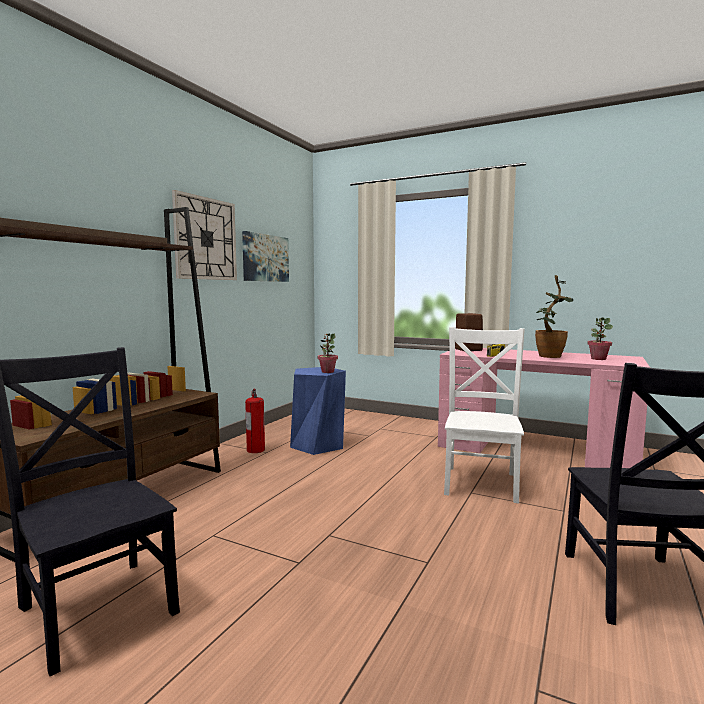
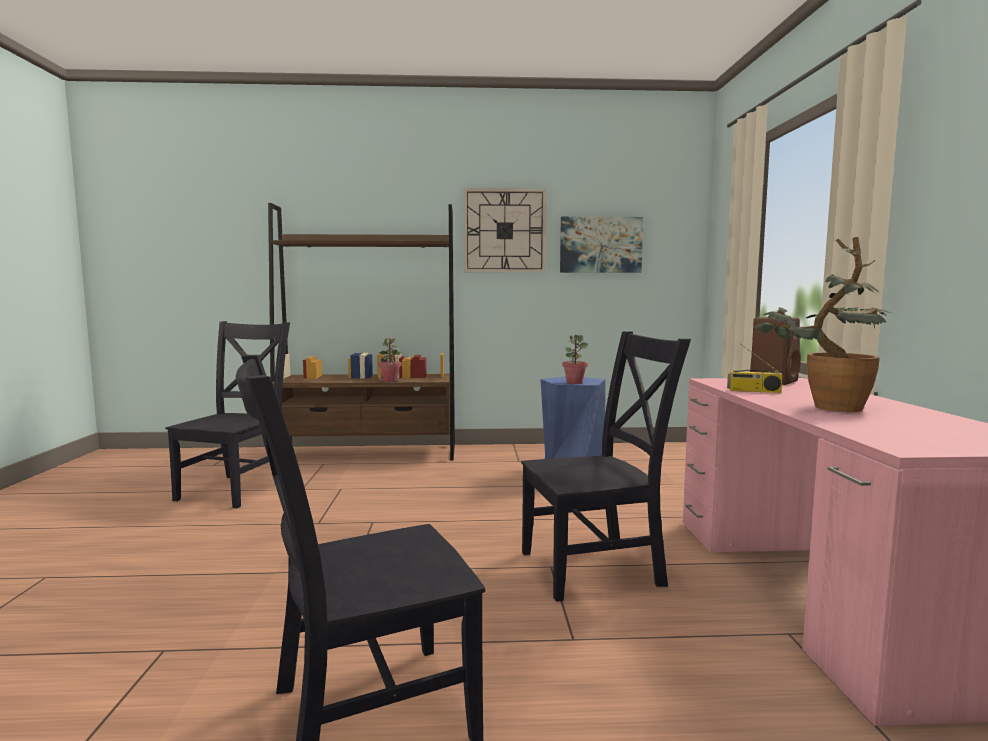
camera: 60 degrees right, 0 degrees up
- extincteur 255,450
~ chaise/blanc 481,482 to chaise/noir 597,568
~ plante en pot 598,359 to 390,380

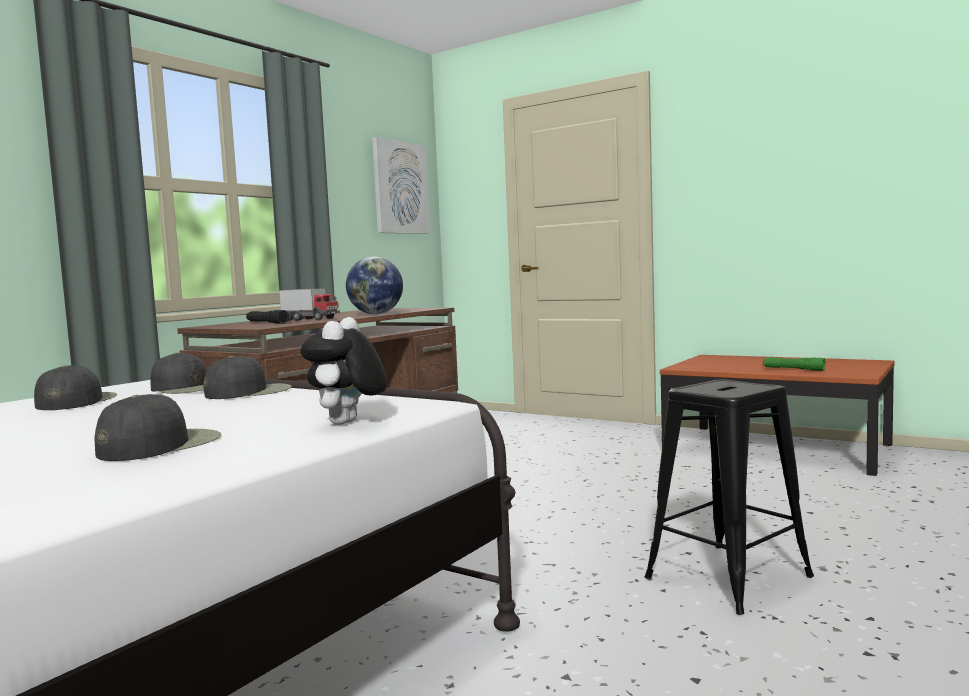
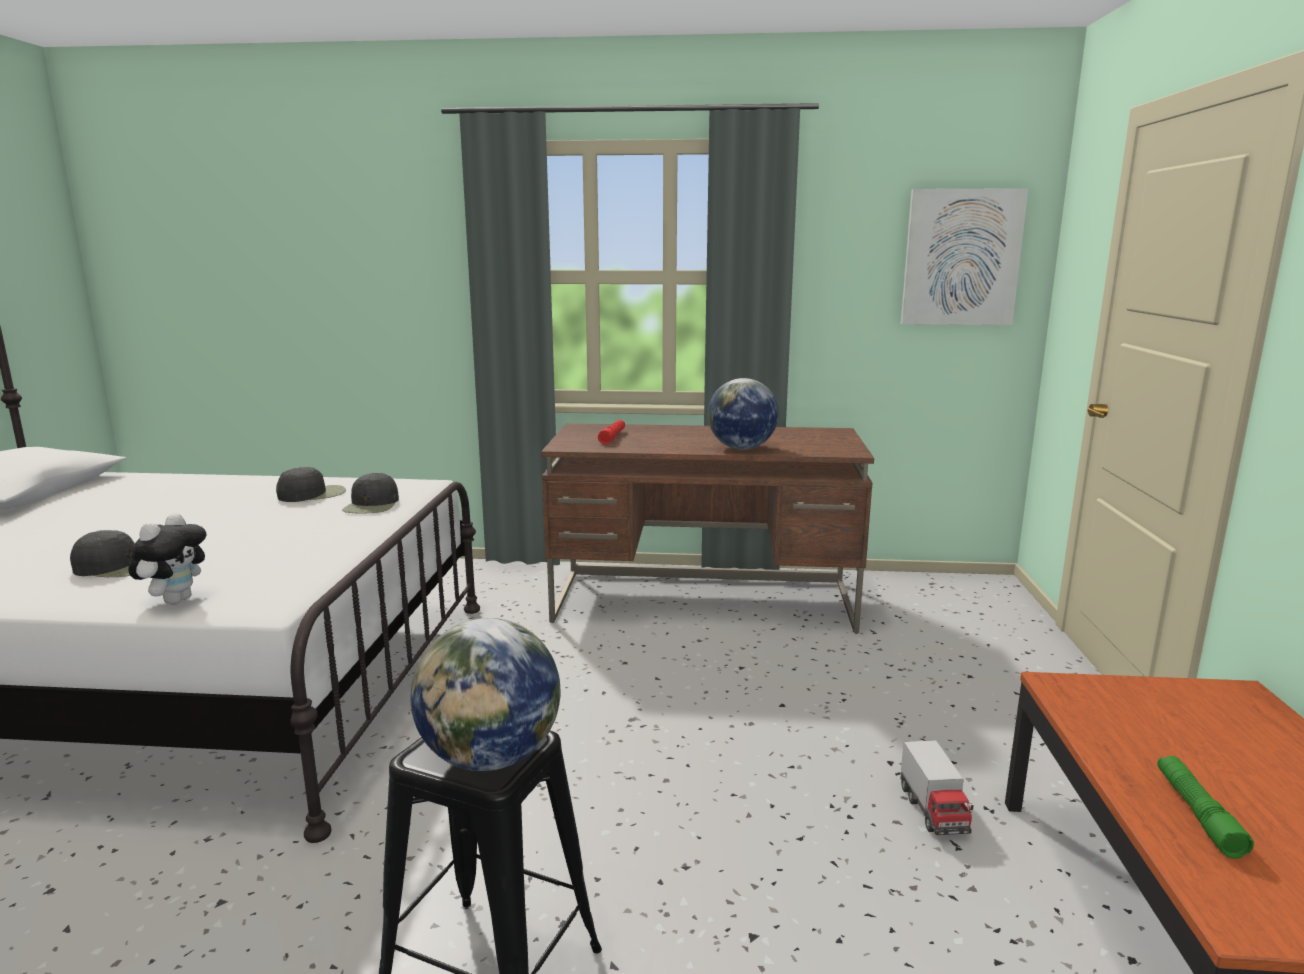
camera: 60 degrees right, 10 degrees up
- casquette/noir 249,392
~ lampe de poche/noir 267,323 to lampe de poche/rouge 612,437
~ camion jouet 310,319 to 933,811
~ peluche 347,424 = 176,600 120 degrees clockwise
+ globe 491,757

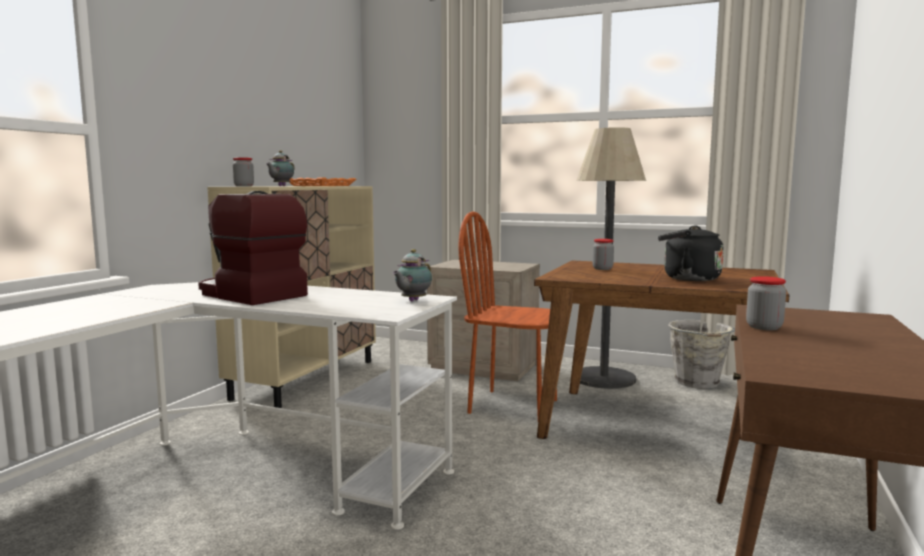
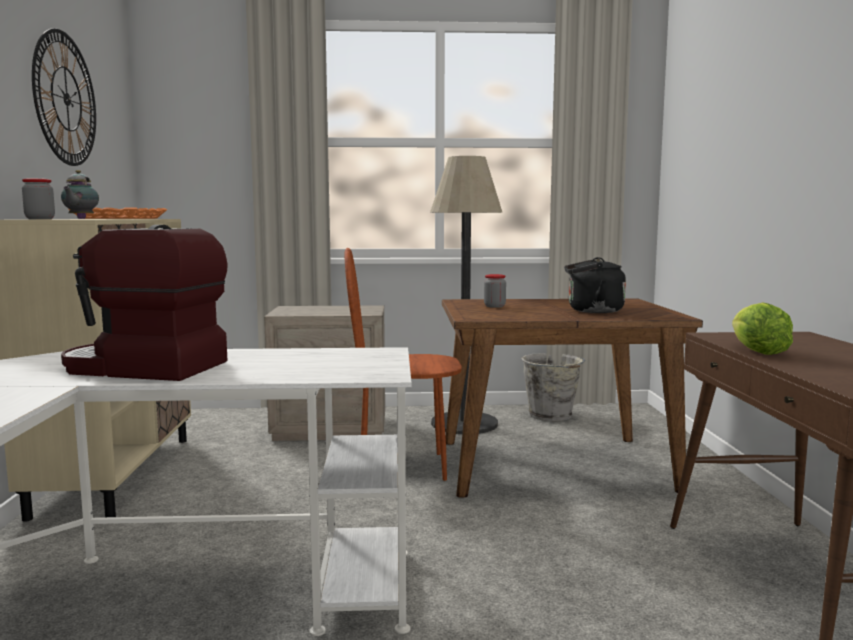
camera: 25 degrees left, 0 degrees up
- théière 412,301
~ bocal 764,327 to laitue 756,351
+ horloge murale 66,99

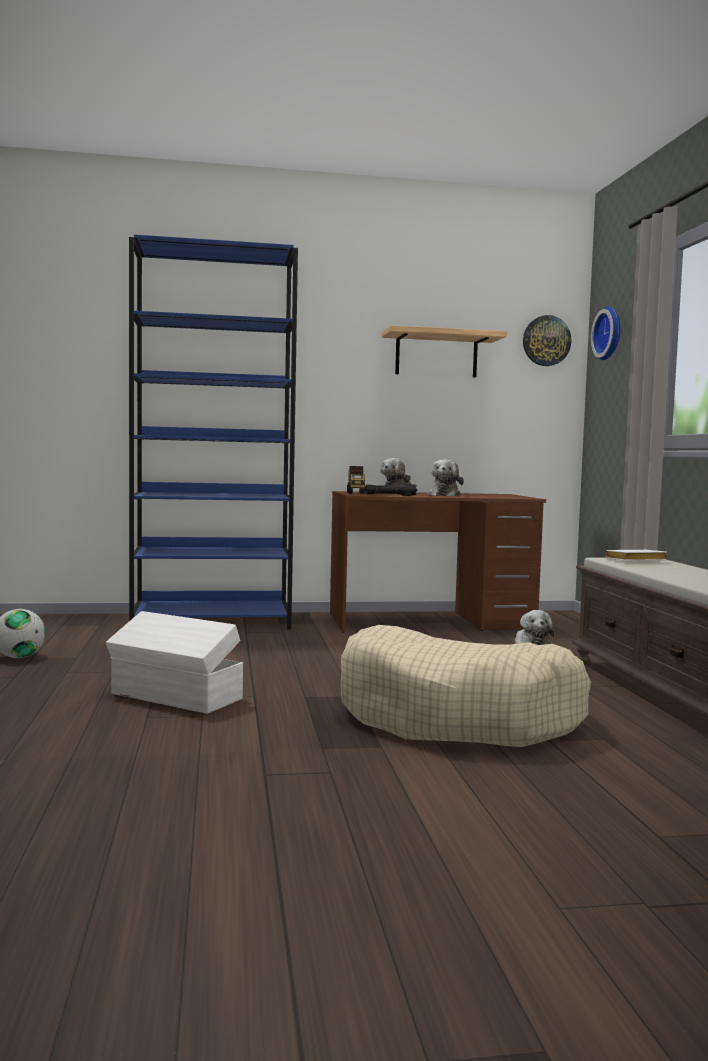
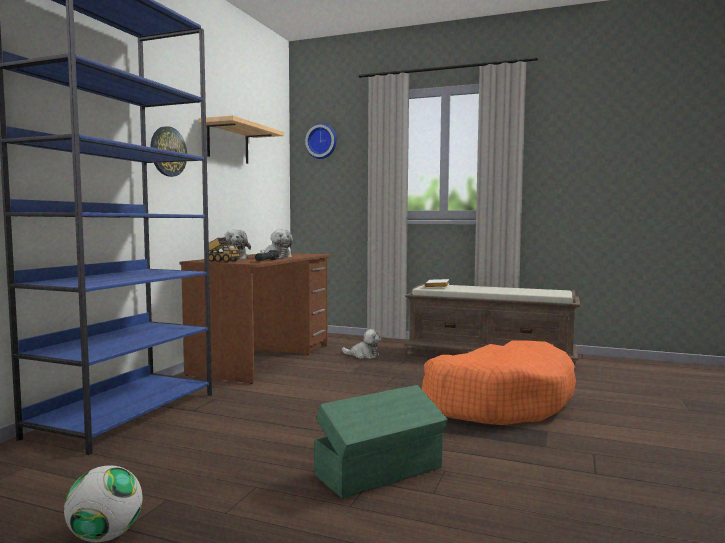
camera: 60 degrees left, 0 degrees up
~ boîte de rangement/blanc 176,697 to boîte de rangement/vert 381,472
~ panier pour chien/beige 457,717 to panier pour chien/orange 497,402
~ horloge murale 546,341 to 168,151

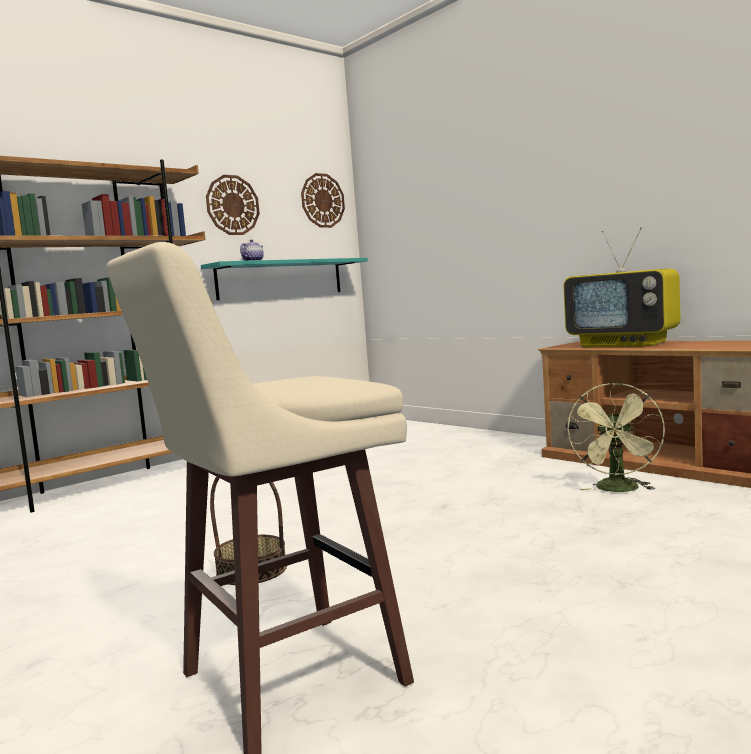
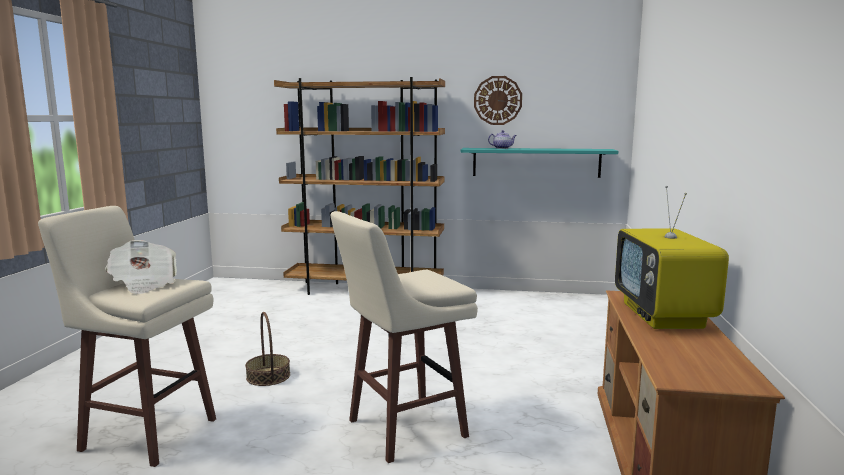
camera: 50 degrees right, 5 degrees up
- horloge murale 322,200
- ventilateur/vert 619,490
+ journal 144,284
+ tabouret/beige 403,429

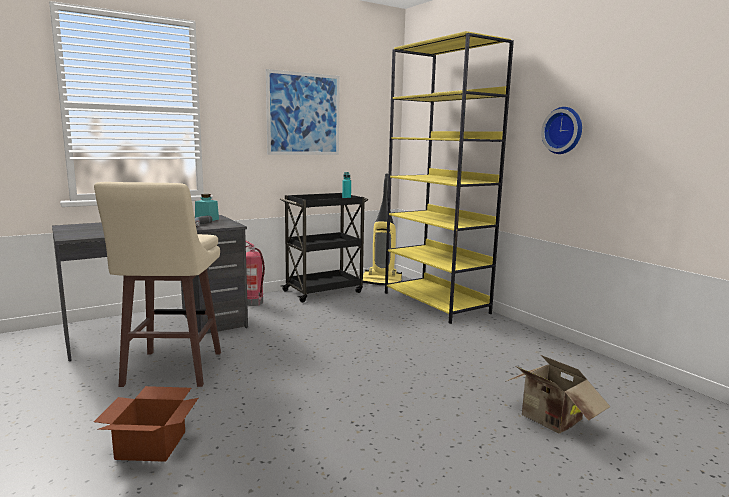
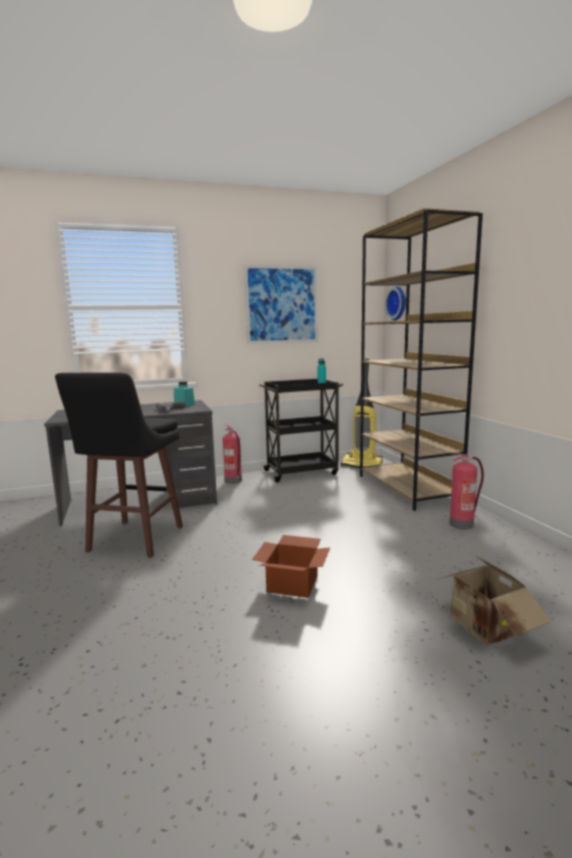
camera: 15 degrees right, 0 degrees up
~ tabouret/beige 171,370 to tabouret/noir 134,540
~ carton 153,444 to 294,583
~ bibliothèque/jaune 436,303 to bibliothèque/marron 408,488
~ horloge murale 564,130 to 398,303
+ extincteur 462,524

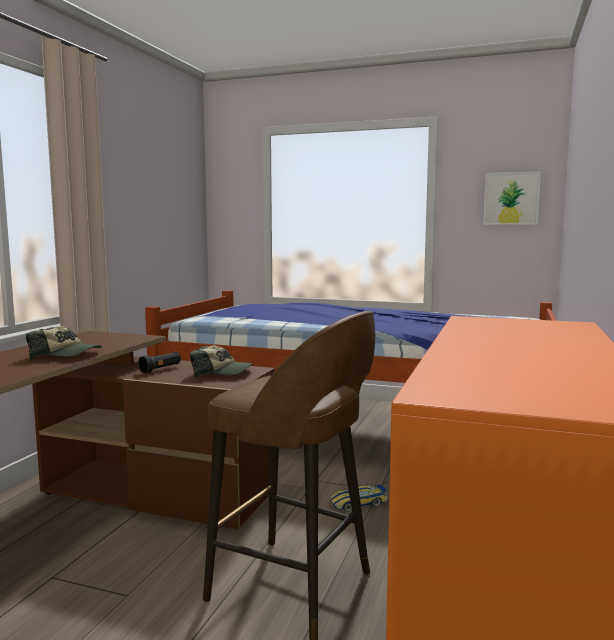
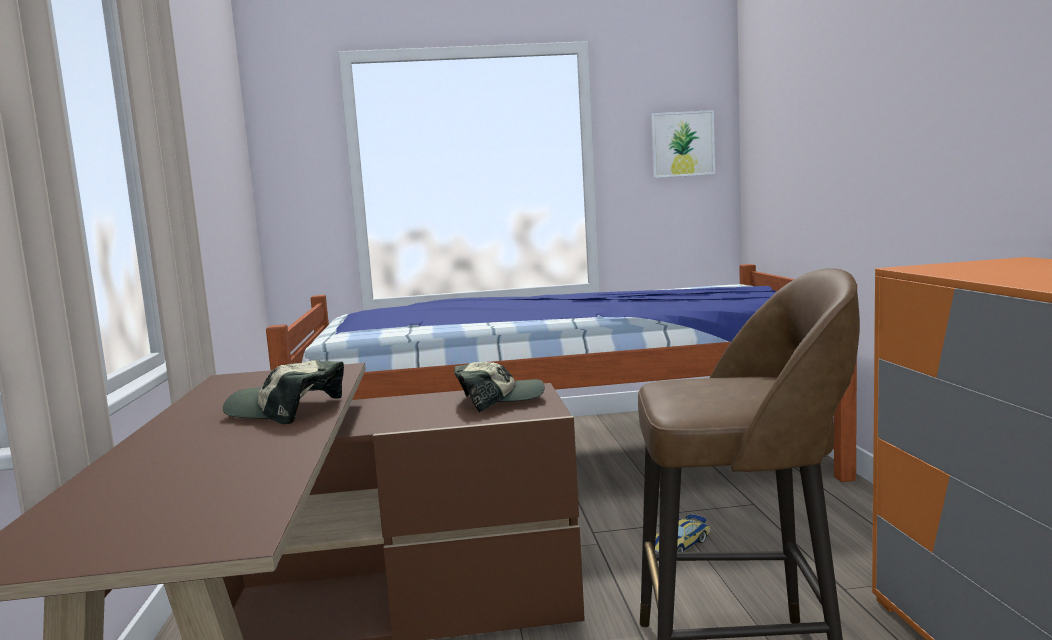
camera: 25 degrees left, 0 degrees up
~ casquette 66,355 = 286,410 150 degrees counterclockwise
- lampe de poche/noir 161,369

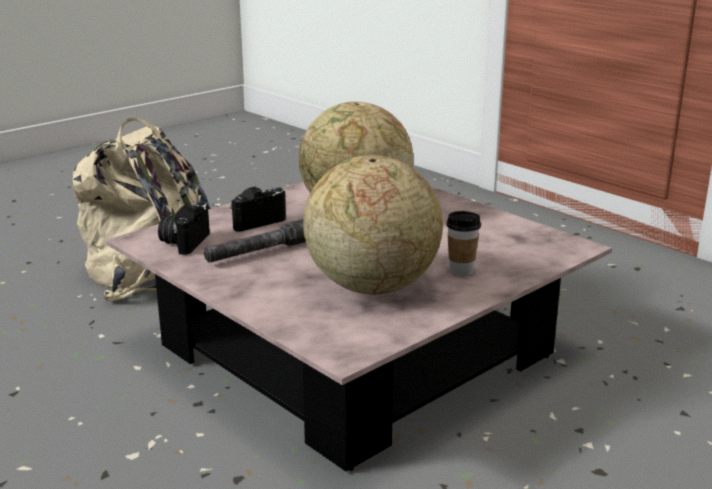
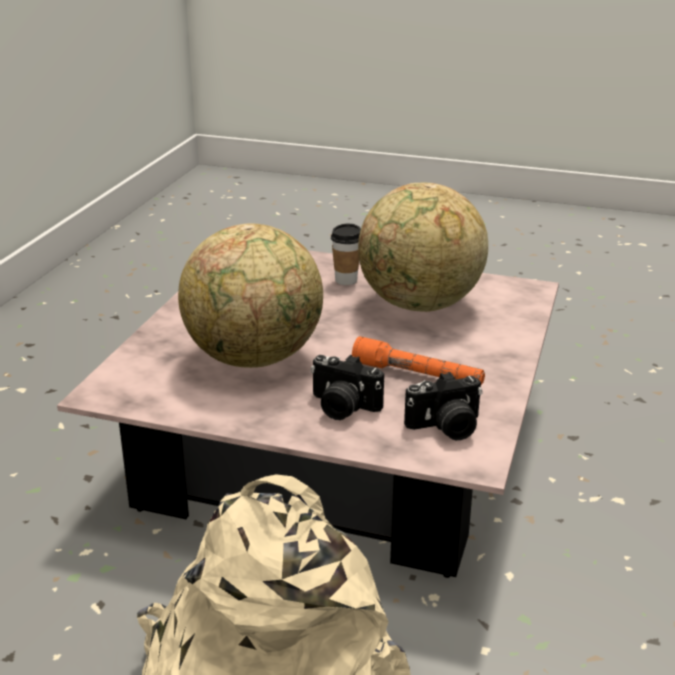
camera: 120 degrees left, 5 degrees up
~ lampe de poche/gris 259,252 to lampe de poche/orange 417,375

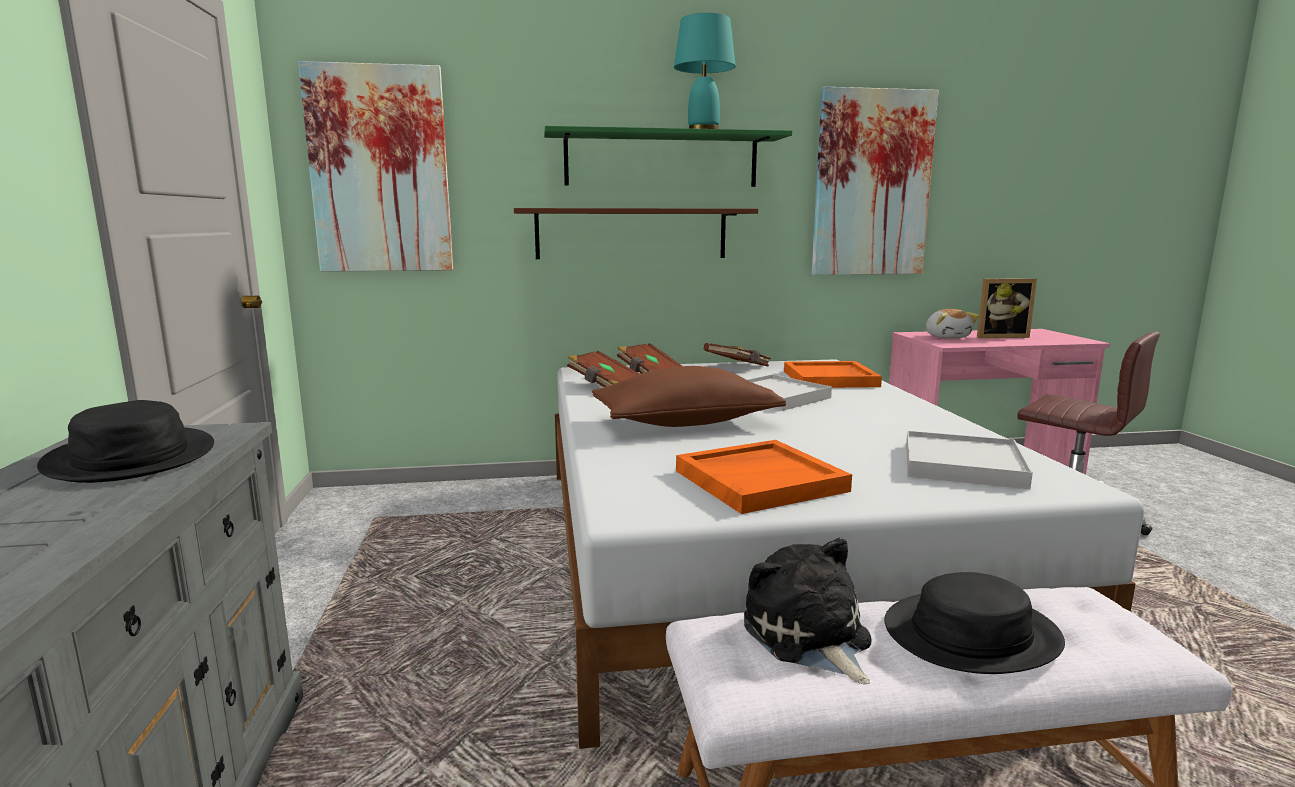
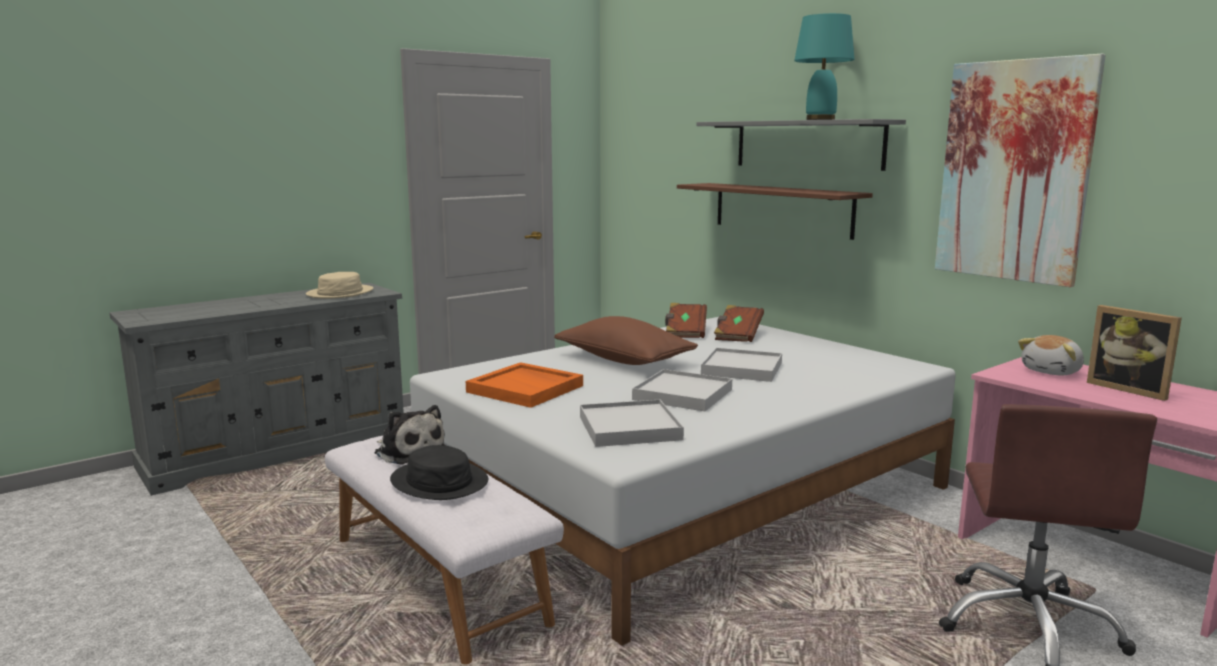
camera: 60 degrees right, 0 degrees up
~ chapeau/noir 132,457 to chapeau/beige 340,293
- tableau 380,170
~ étagère/vert 661,160 to étagère/gris 807,144
- livre/marron 738,368
~ peluche 809,637 = 408,451 90 degrees clockwise
- plateau/orange 831,379
+ plateau/blanc 682,394

